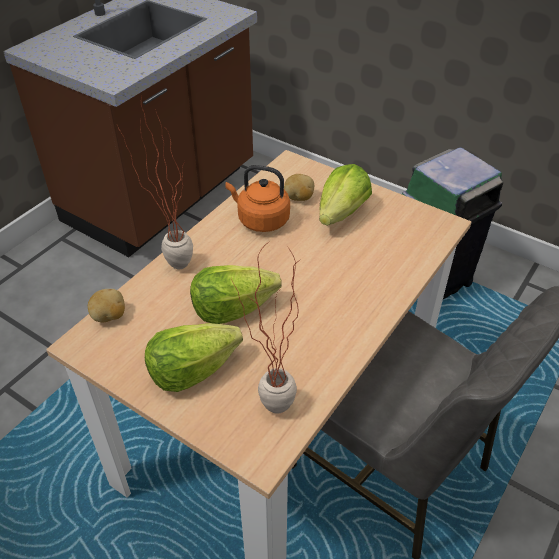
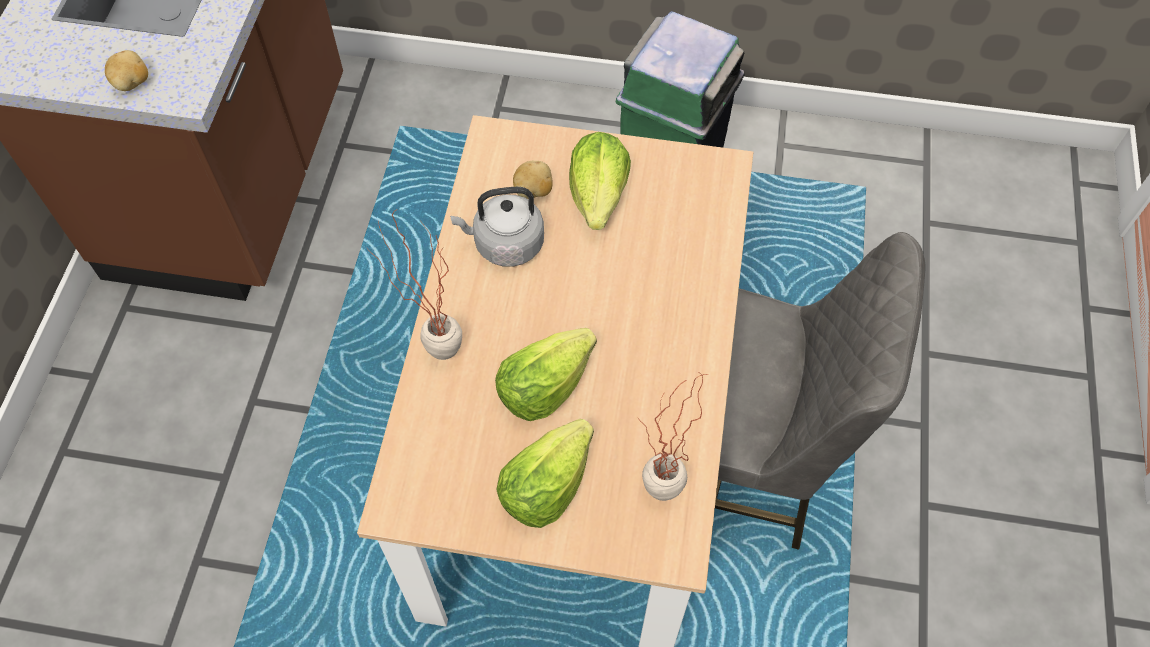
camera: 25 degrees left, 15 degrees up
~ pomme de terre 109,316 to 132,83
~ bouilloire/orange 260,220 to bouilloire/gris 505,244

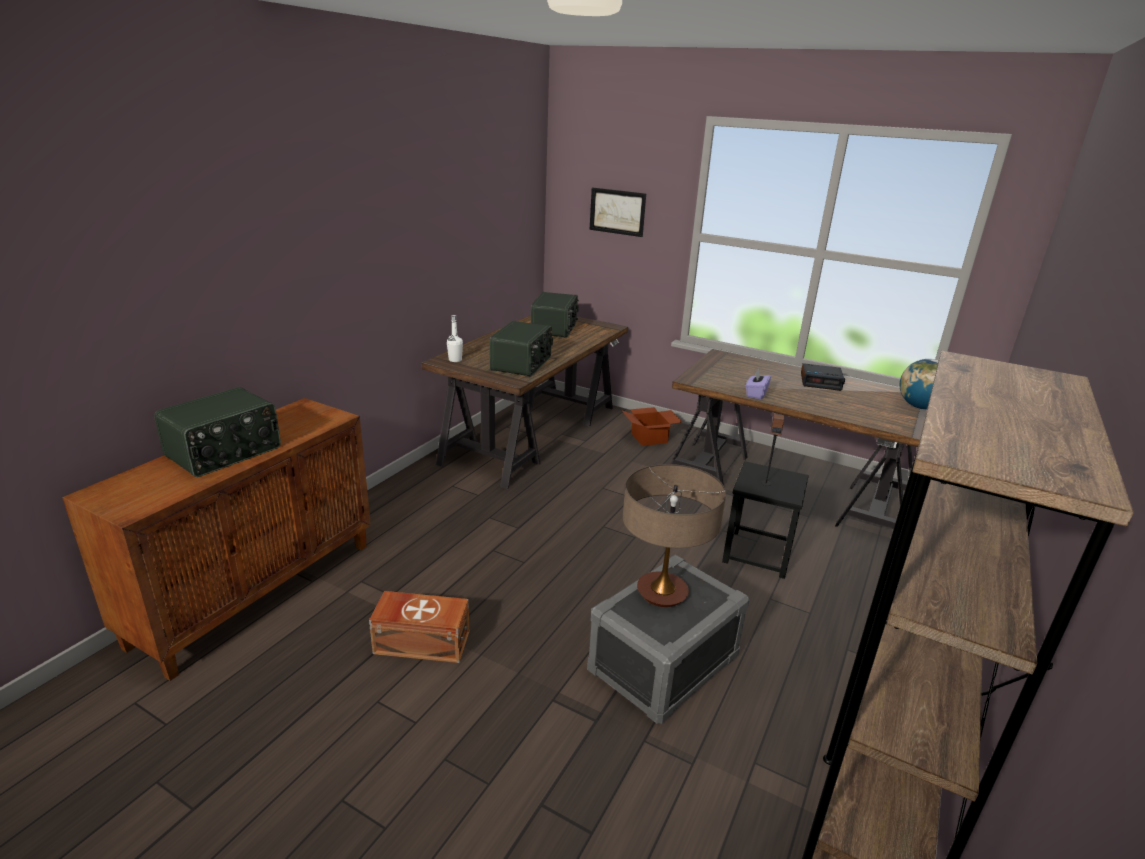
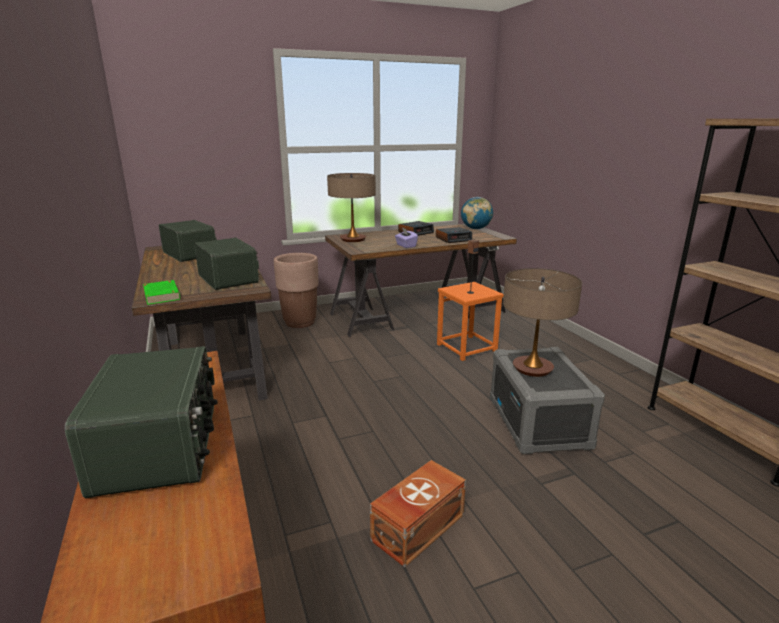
camera: 50 degrees left, 5 degrees down
~ bouteille/blanc 455,360 to livre/vert 162,295
- tableau 617,212
~ carton 650,438 to cache-pot/marron 300,322
~ tabouret/noir 757,554 to tabouret/orange 466,348
+ lampe de table 353,239
+ réveil 453,239

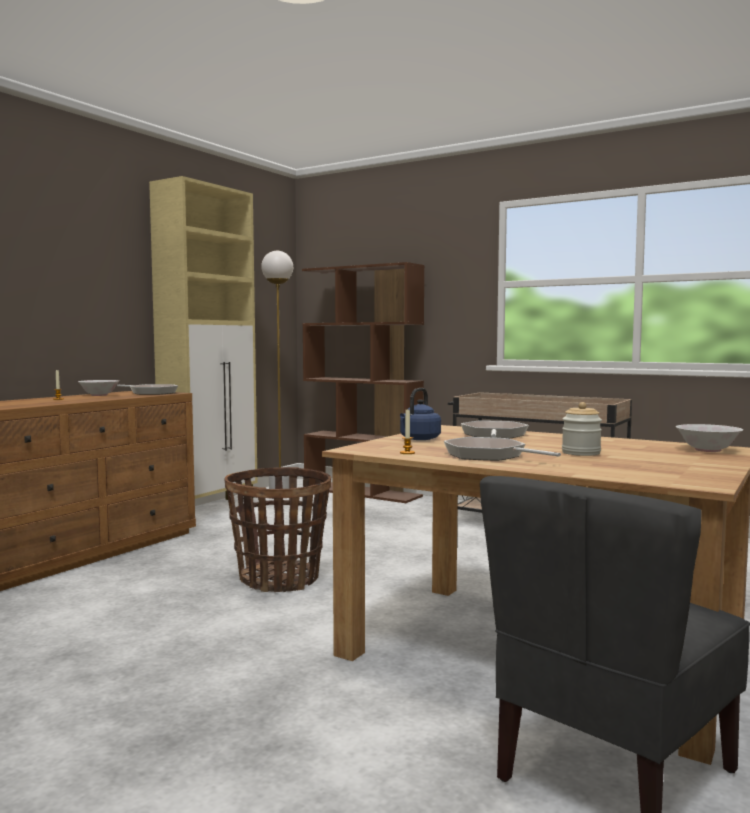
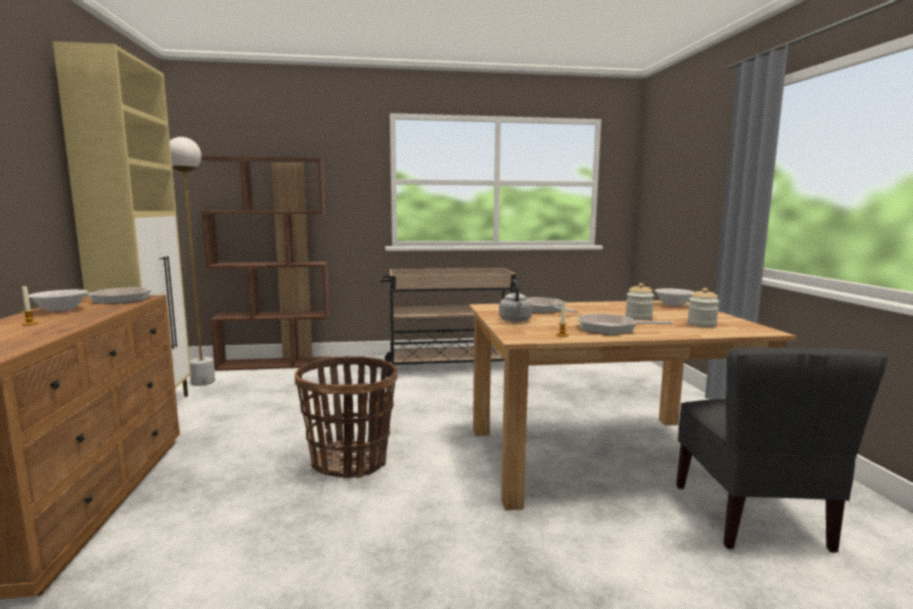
camera: 40 degrees left, 5 degrees up
~ bouilloire/bleu 419,439 to bouilloire/gris 515,320
+ bocal 701,324

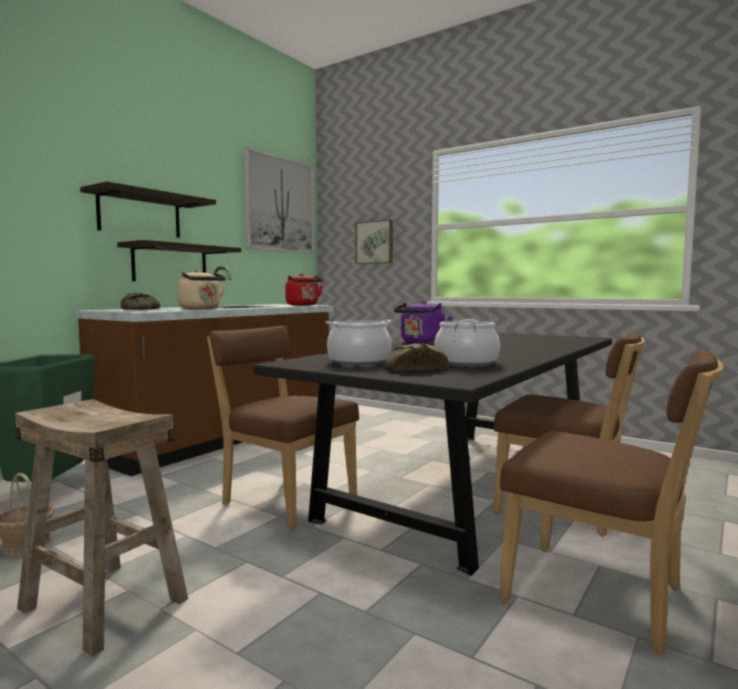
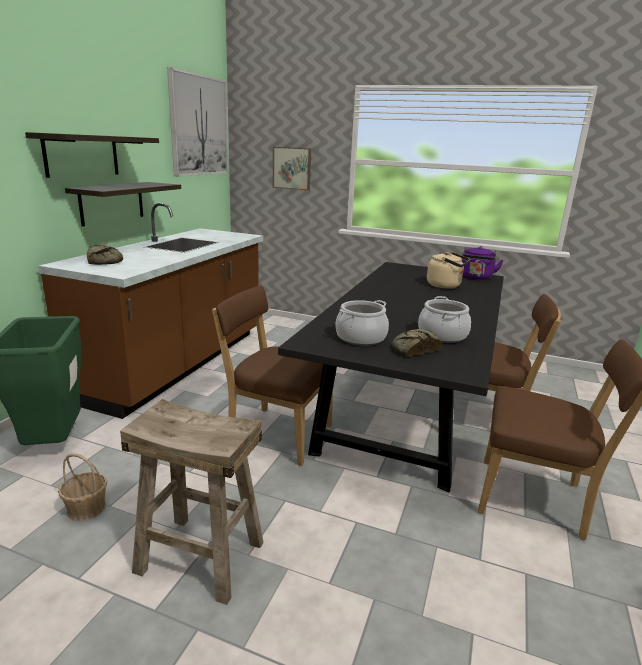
camera: 15 degrees left, 15 degrees up
~ bouilloire/beige 201,309 to 446,286
- bouilloire/rouge 303,305
~ bouilloire/violet 421,343 to 476,278

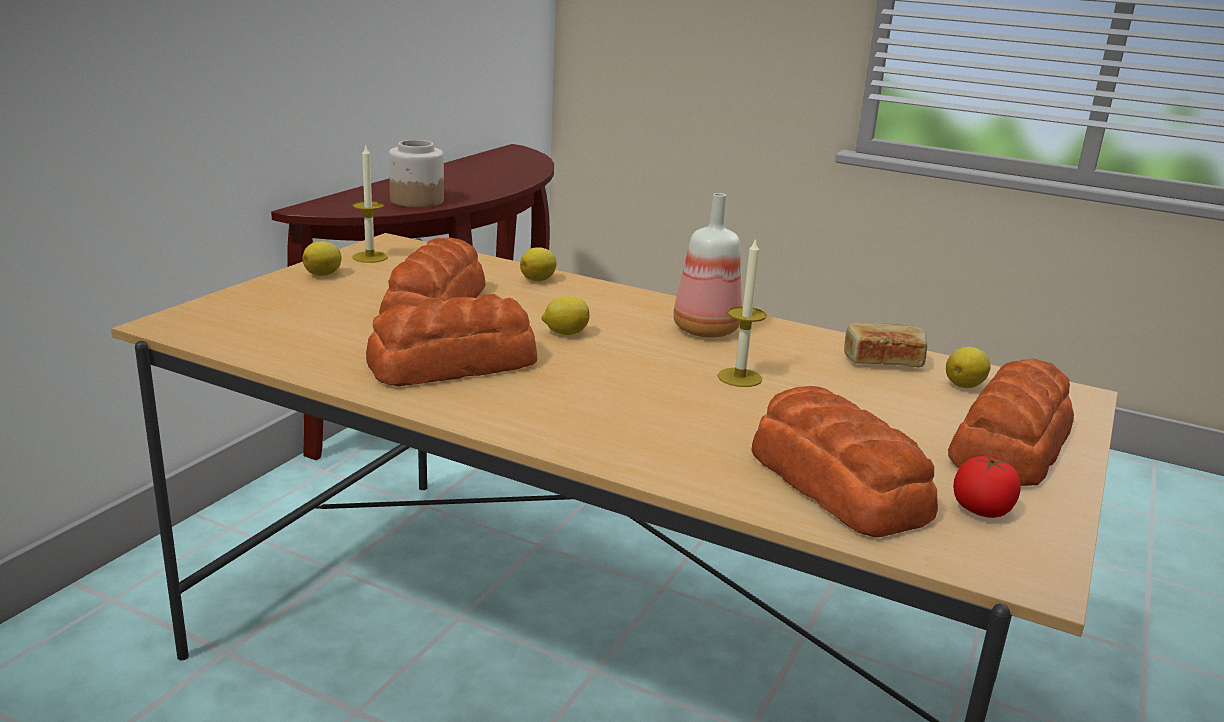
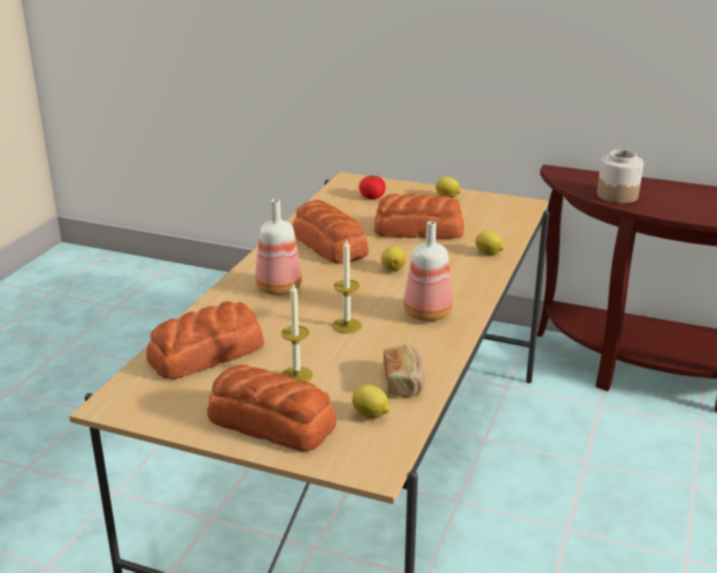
camera: 85 degrees right, 5 degrees up
~ bougie 370,257 to 296,375
~ tomate 981,510 to 372,197
+ bouteille 278,289

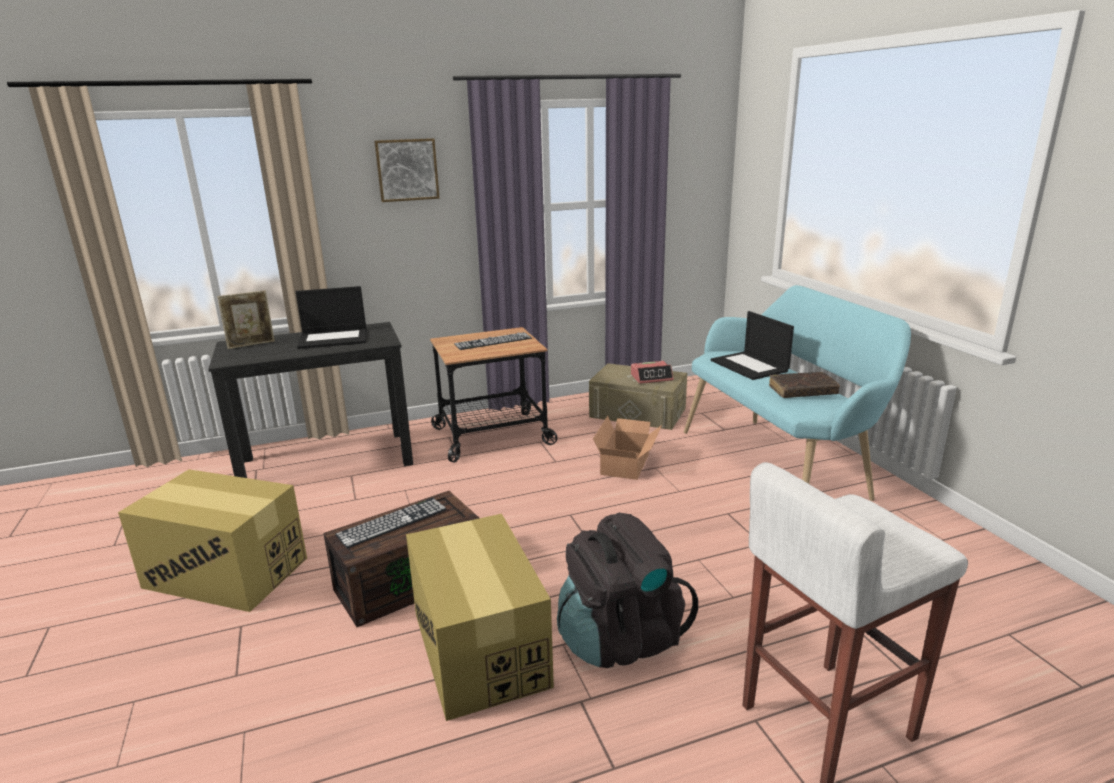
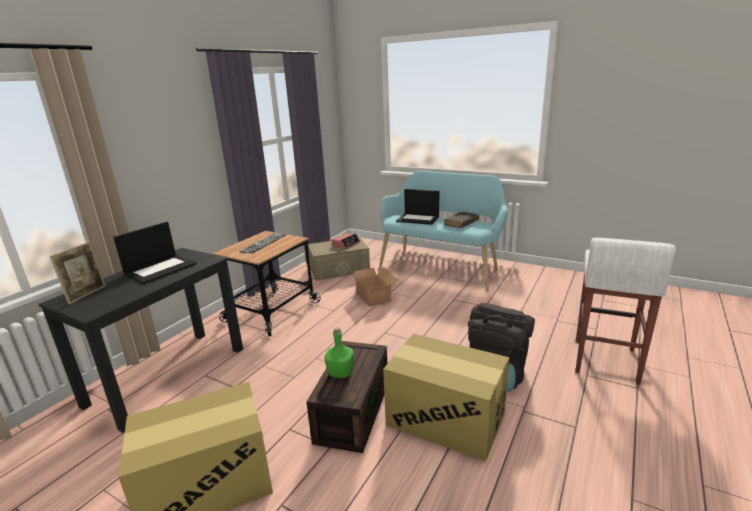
camera: 40 degrees left, 0 degrees up
~ clavier 392,522 to bouteille/vert 341,372
- tableau 407,170

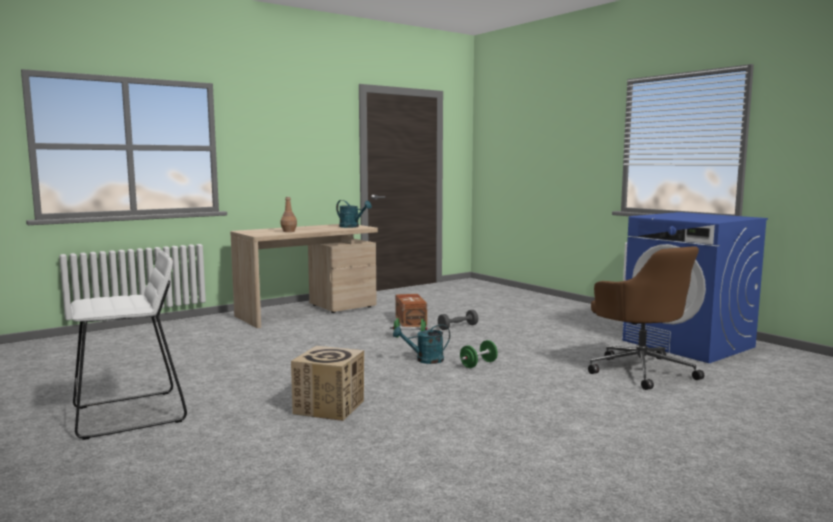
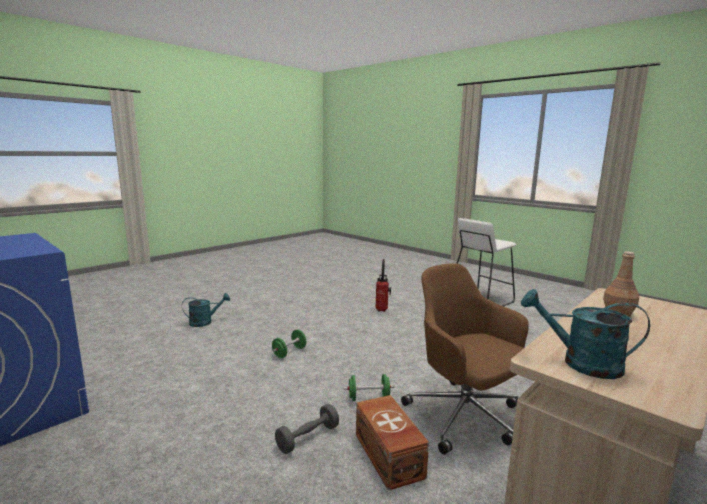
camera: 170 degrees right, 5 degrees up
~ carton 329,407 to extincteur 382,309
~ arrosoir/turquoise 424,360 to 205,322
~ chaise de bureau/marron 640,370 to 465,417

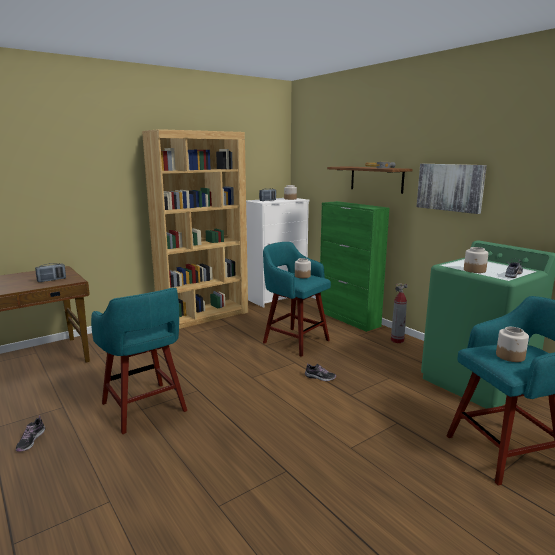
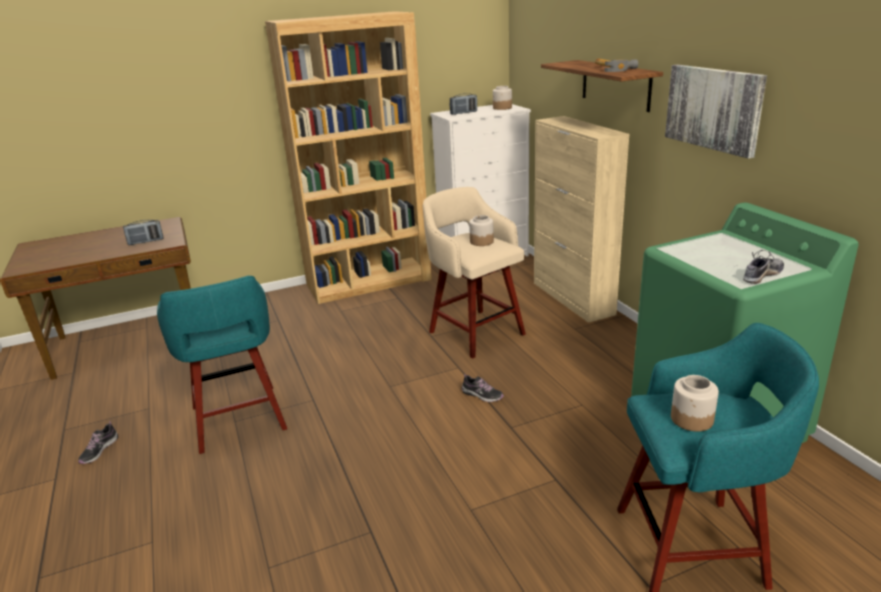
camera: 15 degrees right, 10 degrees up
~ tabouret/turquoise 294,341 to tabouret/beige 474,332
~ meuble de rangement/vert 348,319 to meuble de rangement/beige 573,298
- extincteur 397,340
- bocal 474,270

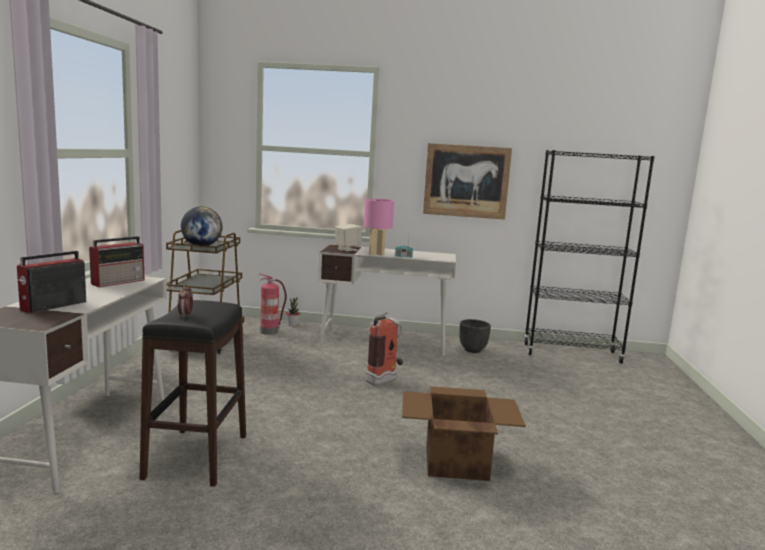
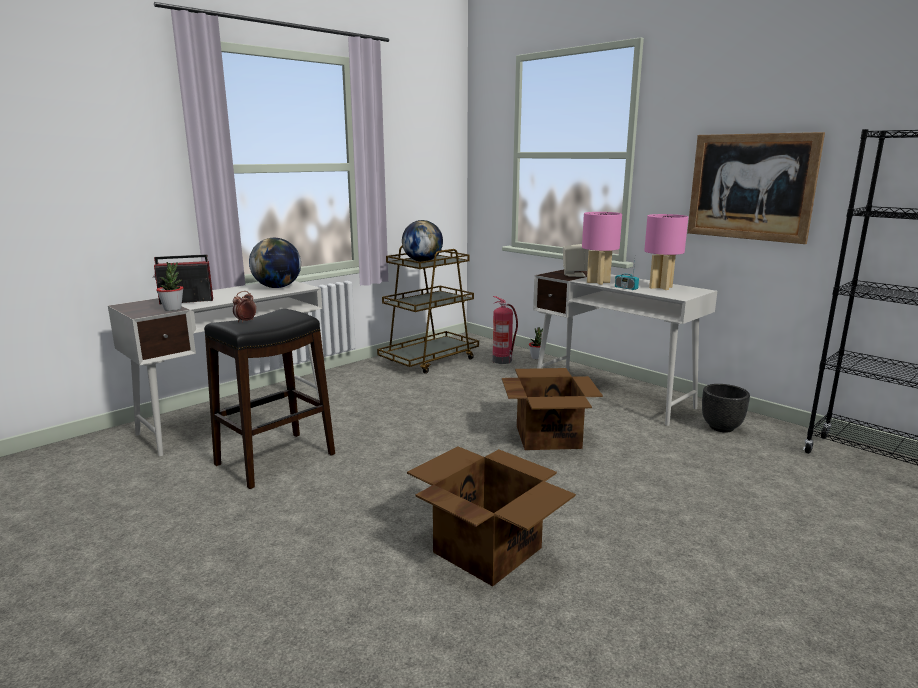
camera: 40 degrees right, 5 degrees up
~ radio 119,282 to globe 277,287
~ extincteur 385,380 to carton 548,436
+ plante en pot 173,309
+ lampe de table/rose 661,287

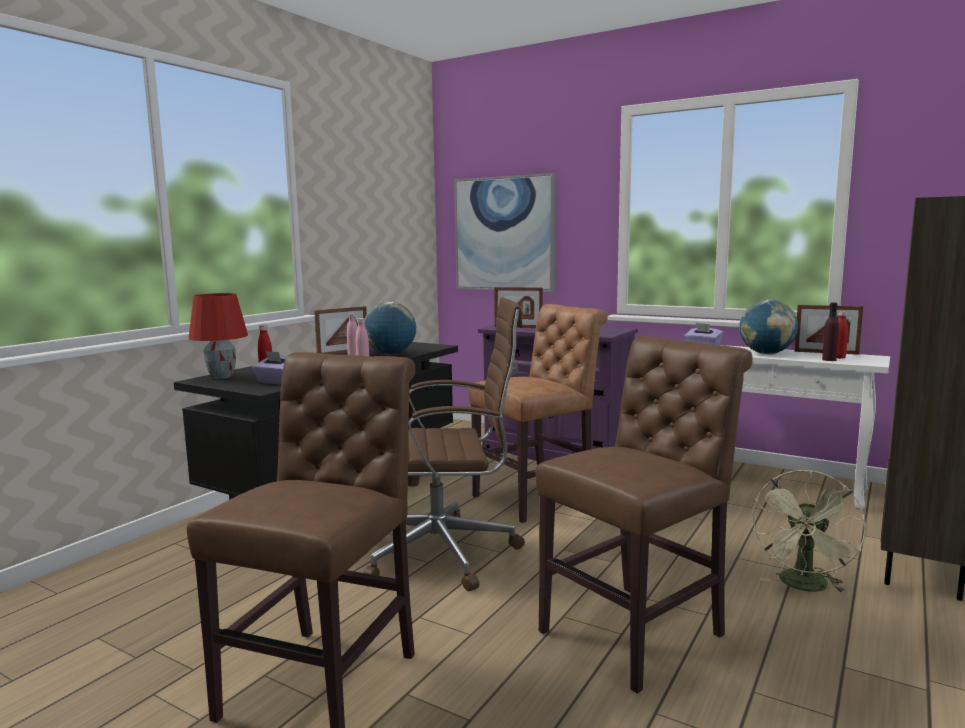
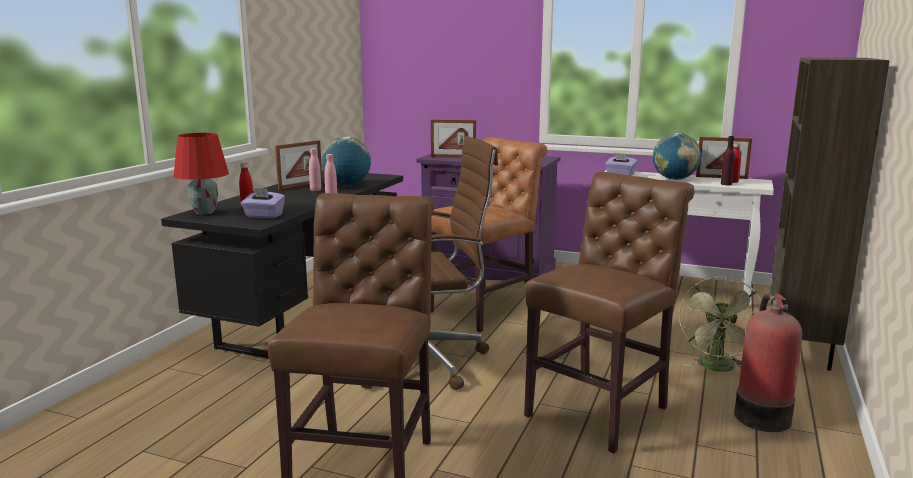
camera: 10 degrees left, 5 degrees up
- tableau 504,234
+ extincteur 761,415

